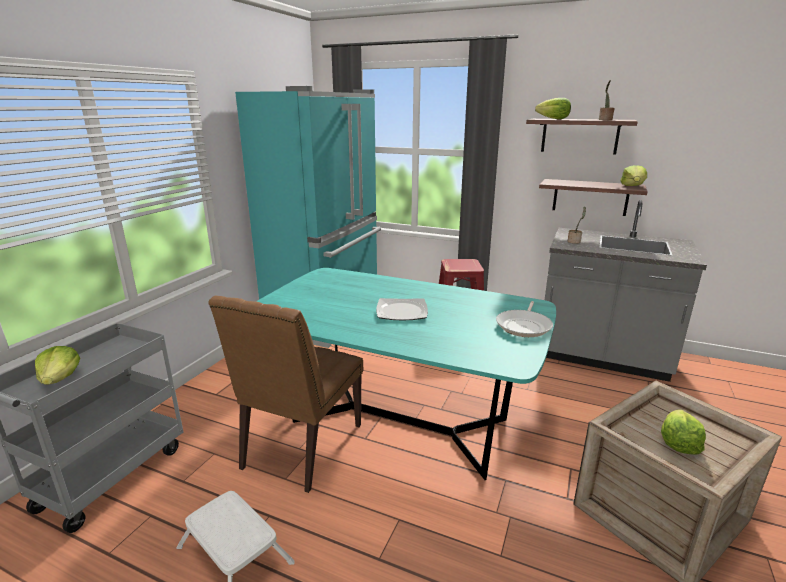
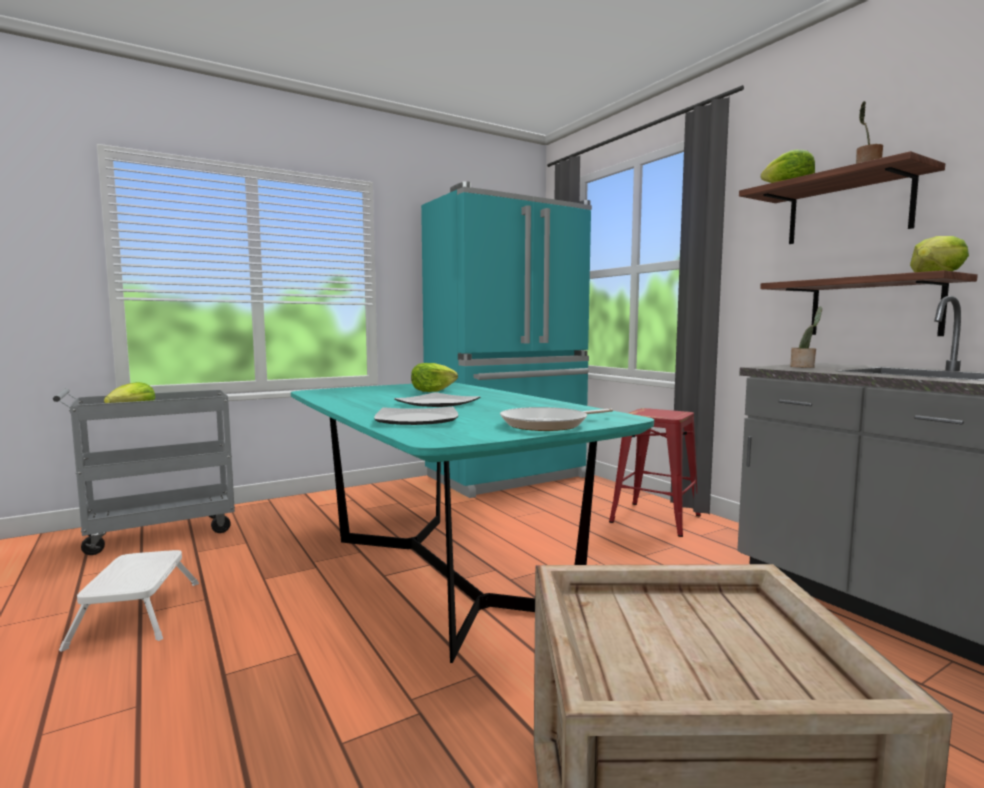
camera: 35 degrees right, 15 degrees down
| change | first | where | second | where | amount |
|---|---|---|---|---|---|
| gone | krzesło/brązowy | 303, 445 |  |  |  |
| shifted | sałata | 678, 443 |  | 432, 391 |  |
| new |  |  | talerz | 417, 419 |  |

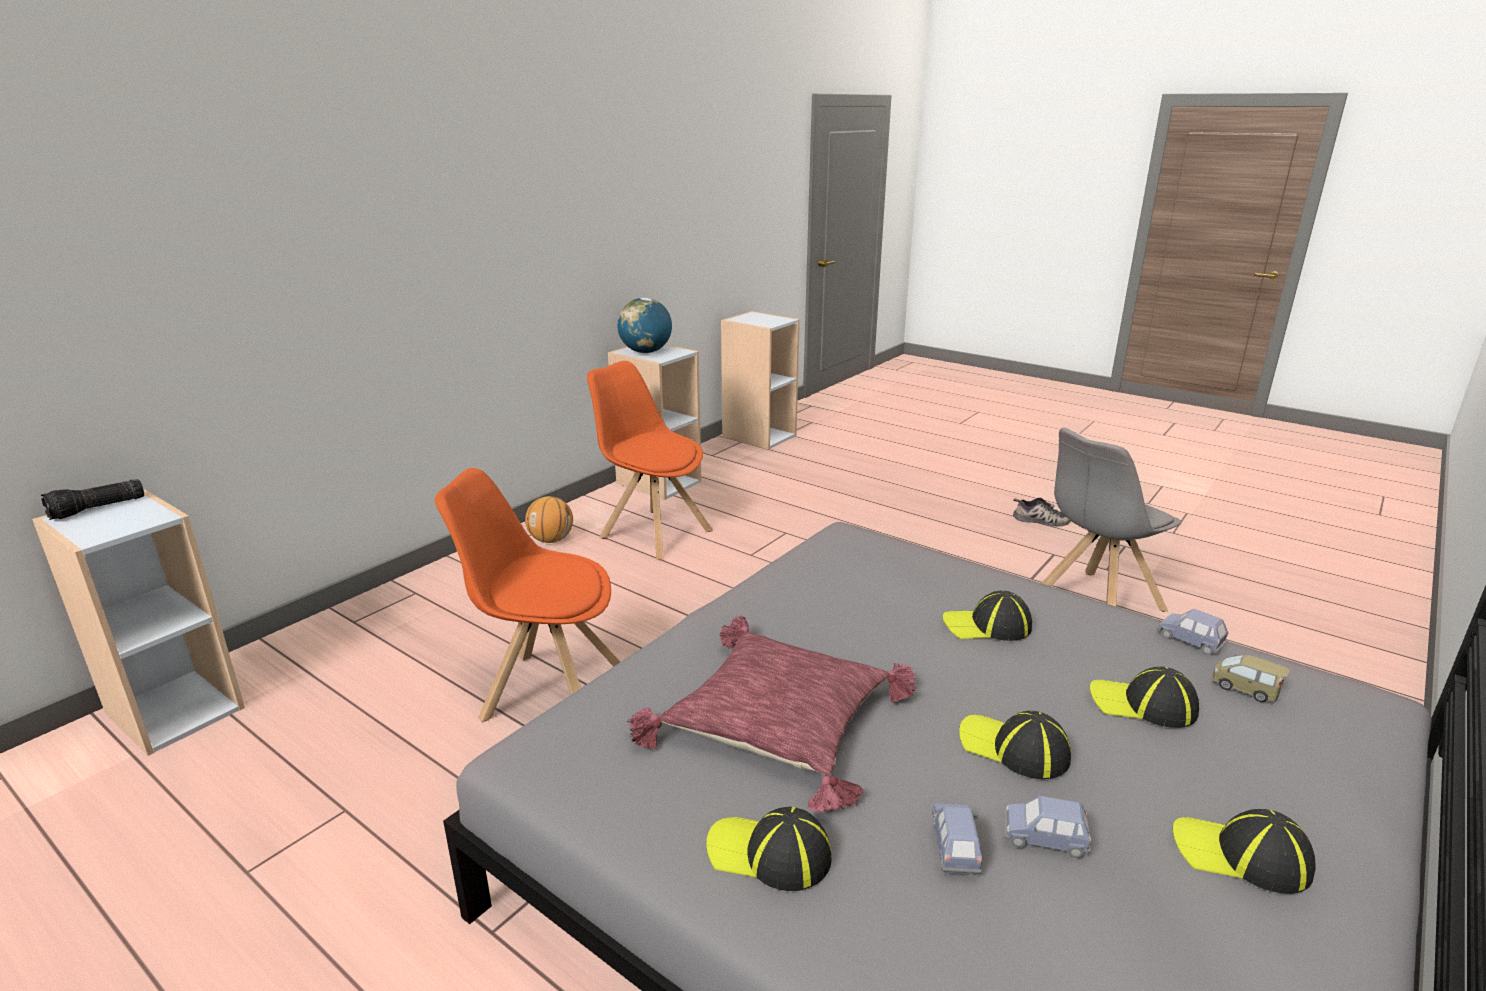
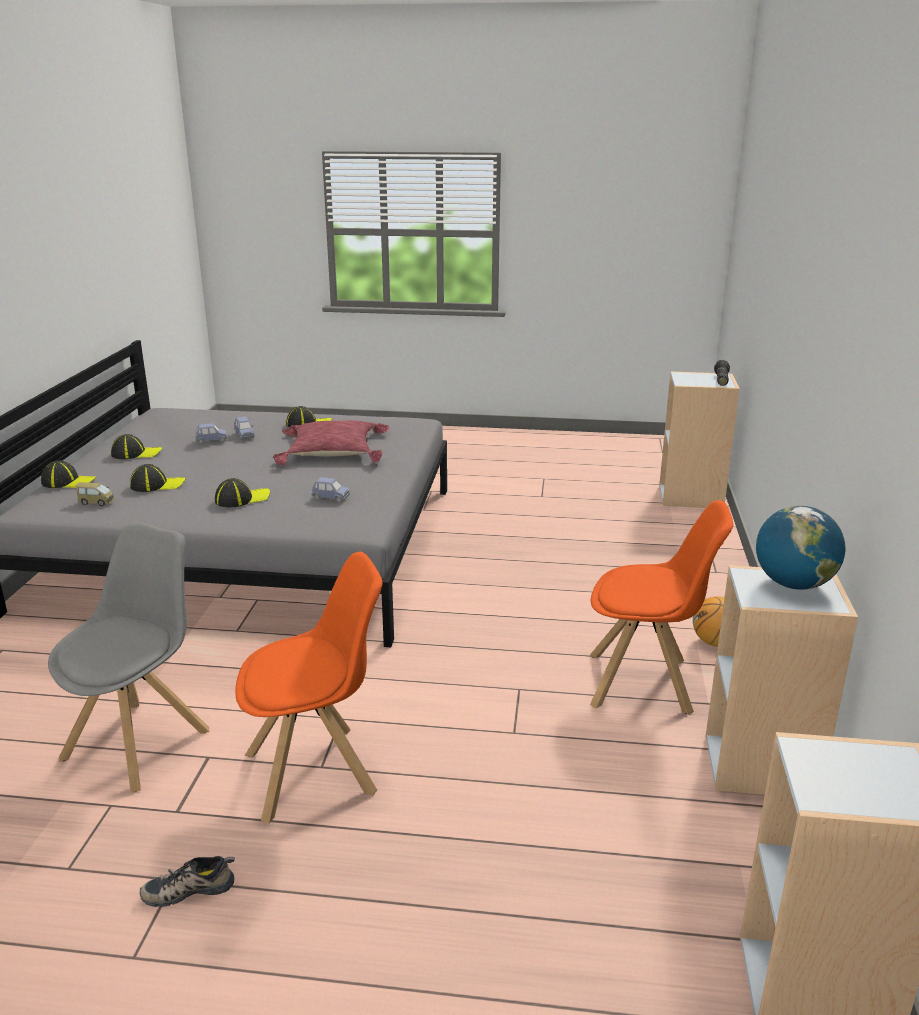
camera: 150 degrees right, 0 degrees up
| change | first | where | second | where | amount |
|---|---|---|---|---|---|
| shifted | krzesło/pomarańczowy | 546, 690 |  | 316, 771 |  |
| shifted | samochodzik/niebieski | 1190, 641 |  | 331, 498 |  |
| shifted | czapka z daszkiem | 1014, 748 |  | 68, 482 |  |

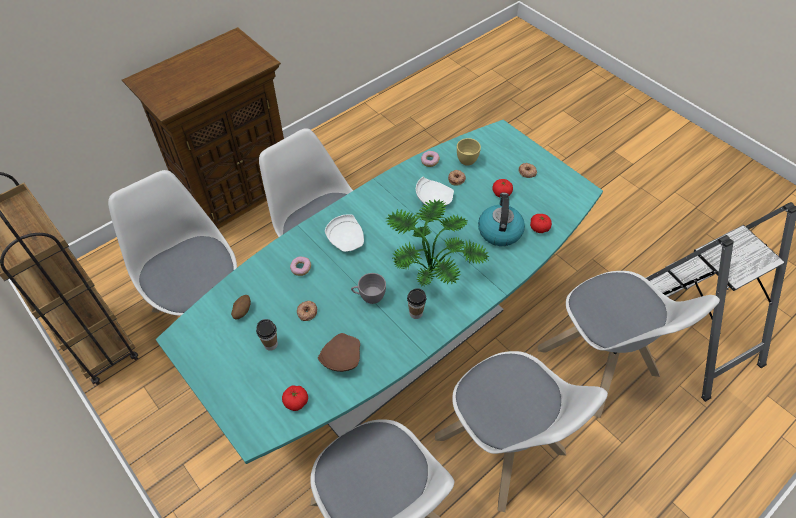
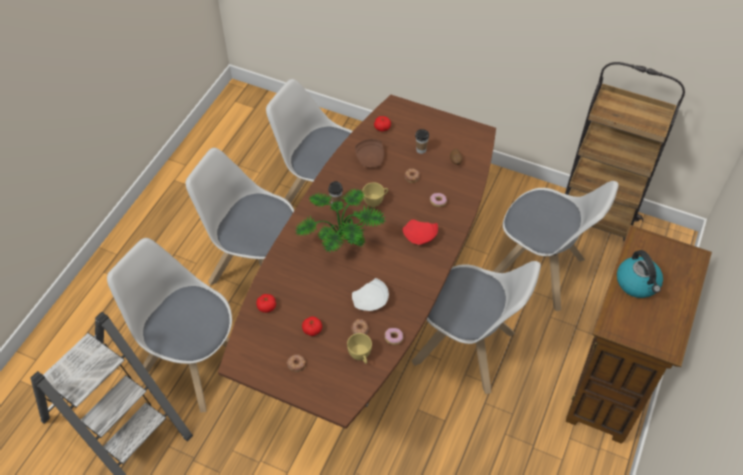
camera: 155 degrees right, 0 degrees up
| change | first | where | second | where | amount |
|---|---|---|---|---|---|
| repainted | stół jadalny/turkusowy | 397, 342 | stół jadalny/brązowy | 371, 311 |  |
| shifted | czajnik | 499, 231 |  | 637, 283 |  |
| repainted | talerz/biały | 347, 239 | talerz/czerwony | 420, 237 |  |
| repainted | filiżanka/szary | 369, 297 | filiżanka/żółty | 375, 201 |  |

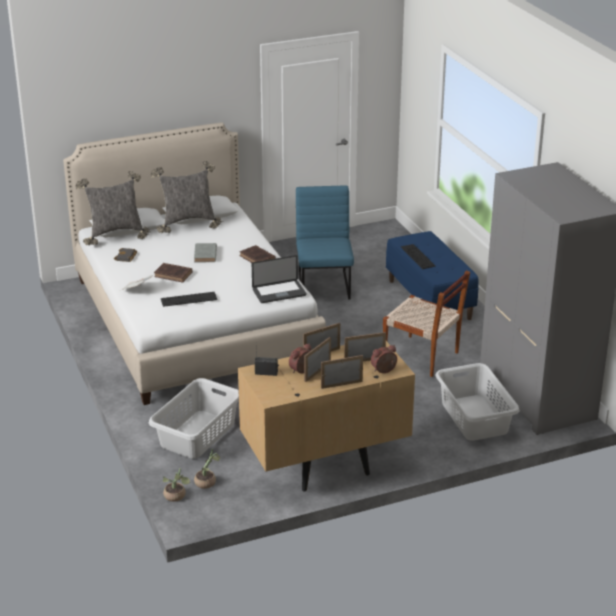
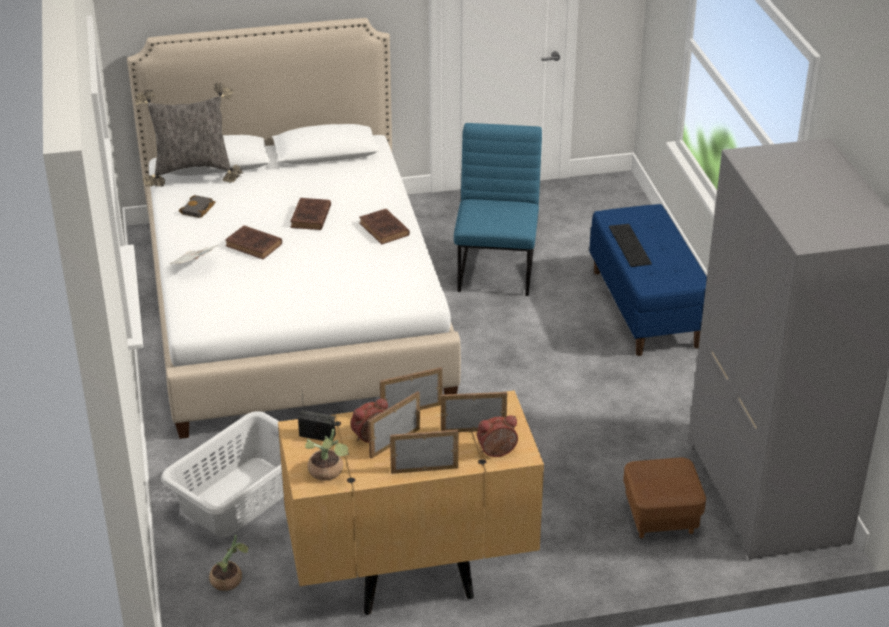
camera: 10 degrees right, 5 degrees up
| change | first | where | second | where | amount |
|---|---|---|---|---|---|
| gone | poduszka | 187, 227 |  |  |  |
| repainted | książka/szary | 205, 255 | książka/brązowy | 310, 218 |  |
| gone | laptop | 279, 293 |  |  |  |
| gone | krzesło | 422, 357 |  |  |  |
| gone | klawiatura | 189, 299 |  |  |  |
| swapped | kosz na pranie/szary | 474, 417 | pufa/brązowy | 661, 517 |  |
| shifted | roślina doniczkowa | 176, 497 |  | 328, 473 |  |

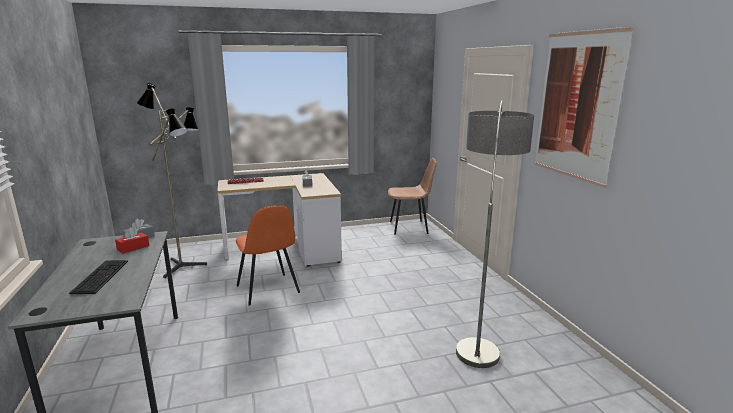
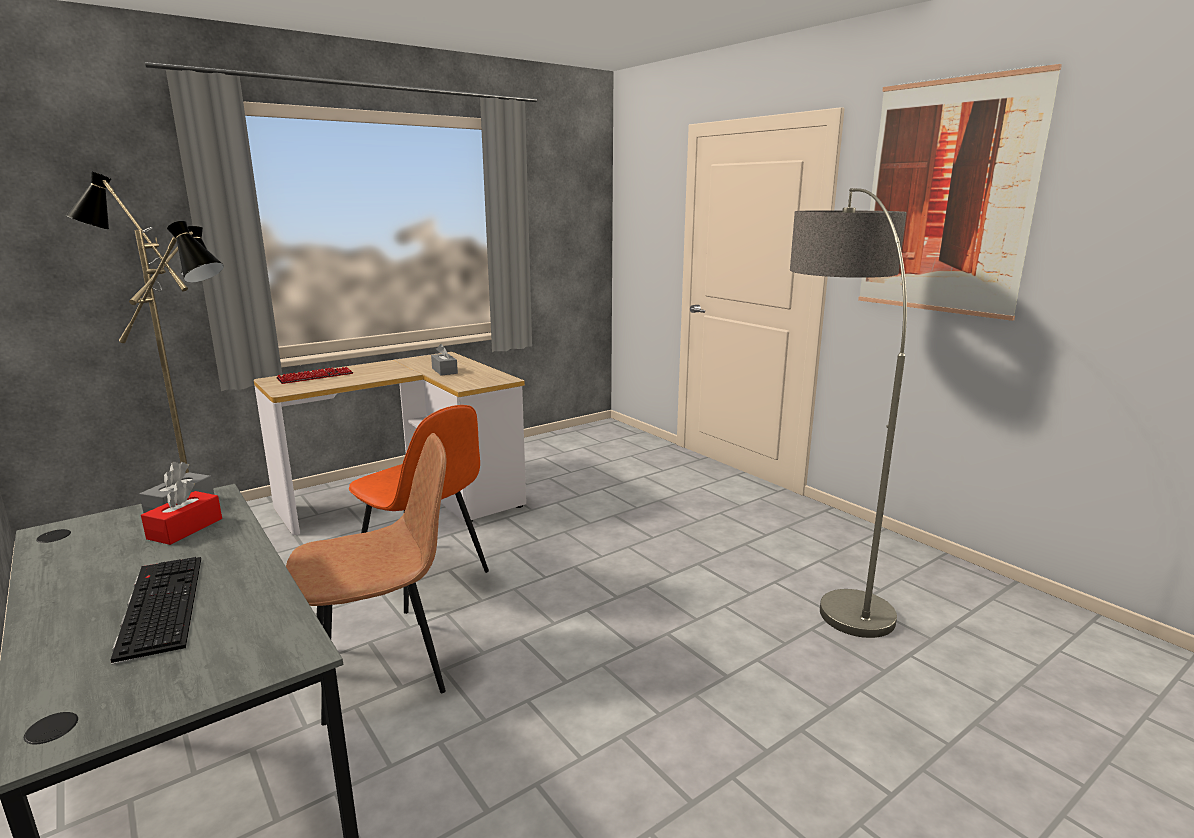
camera: 20 degrees left, 0 degrees up
| change | first | where | second | where | amount |
|---|---|---|---|---|---|
| shifted | krzesło/brązowy | 410, 227 |  | 382, 668 |  |

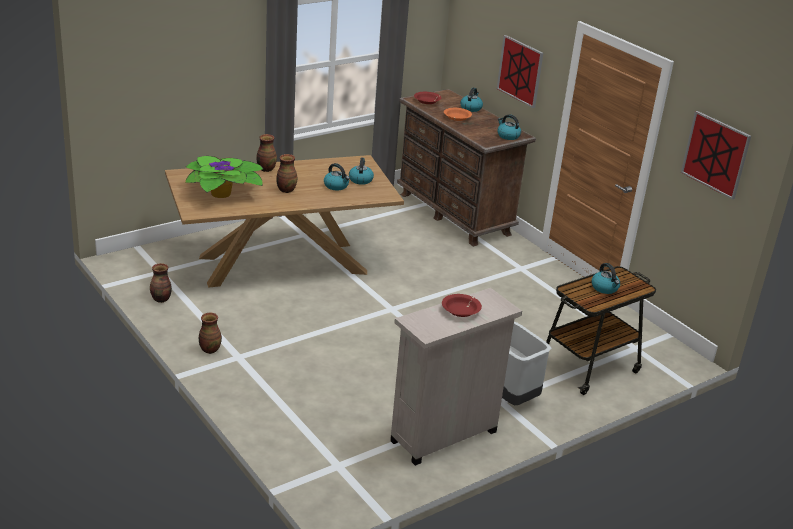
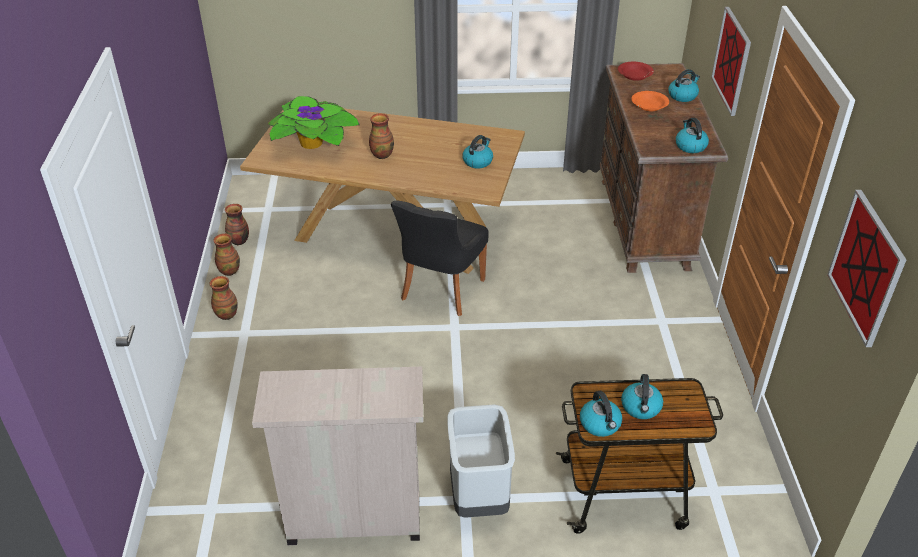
camera: 35 degrees right, 10 degrees up
| change | first | where | second | where | amount |
|---|---|---|---|---|---|
| shifted | wazon | 266, 169 |  | 229, 271 |  |
| shifted | czajnik | 336, 186 |  | 600, 424 |  |
| gone | miska/czerwony | 461, 311 |  |  |  |
| new |  |  | krzesło/czarny | 440, 291 |  |

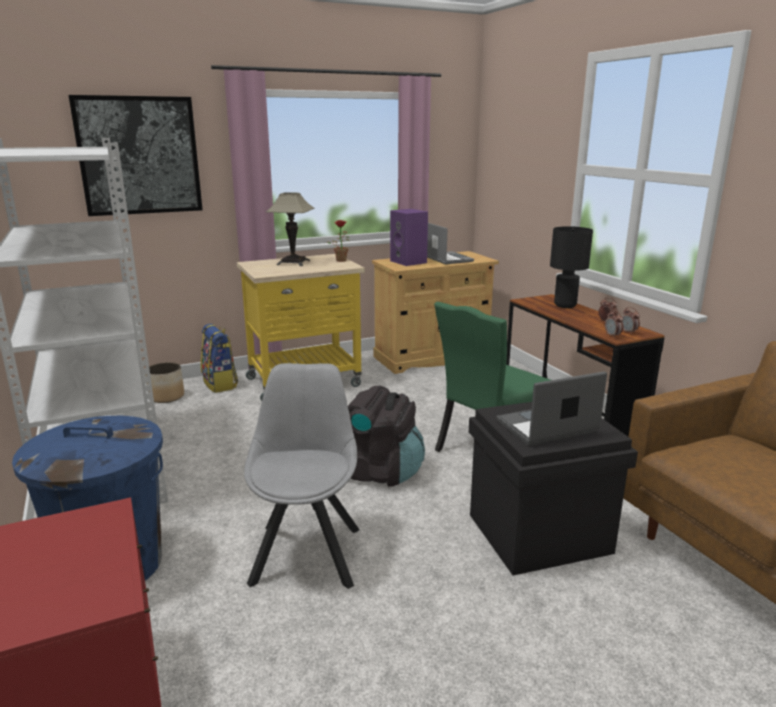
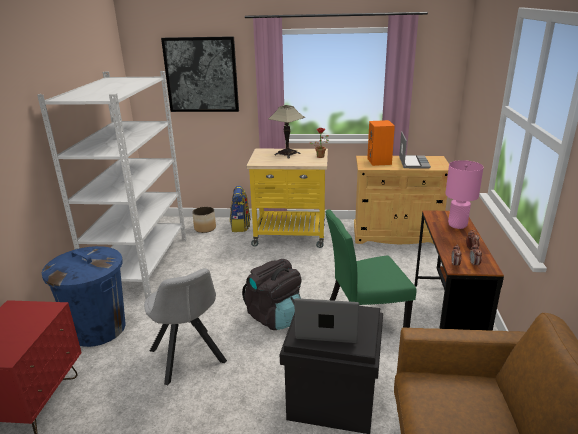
camera: 30 degrees right, 5 degrees up
| change | first | where | second | where | amount |
|---|---|---|---|---|---|
| repainted | głośnik/fioletowy | 409, 262 | głośnik/pomarańczowy | 380, 161 |  |
| repainted | lampa stołowa/czarny | 565, 307 | lampa stołowa/różowy | 457, 226 |  |
| rotated | krzesło/szary | 307, 553 |  | 188, 357 | 120 degrees clockwise |

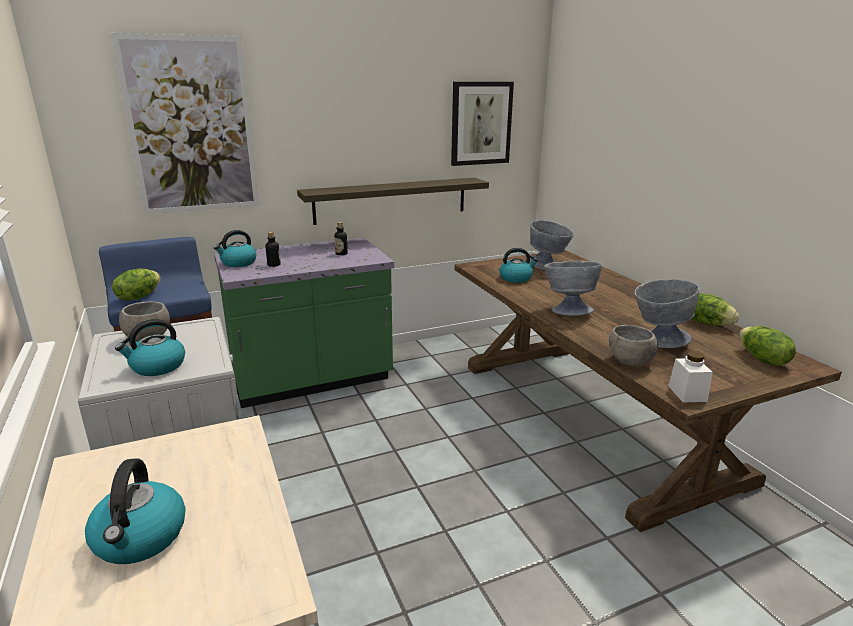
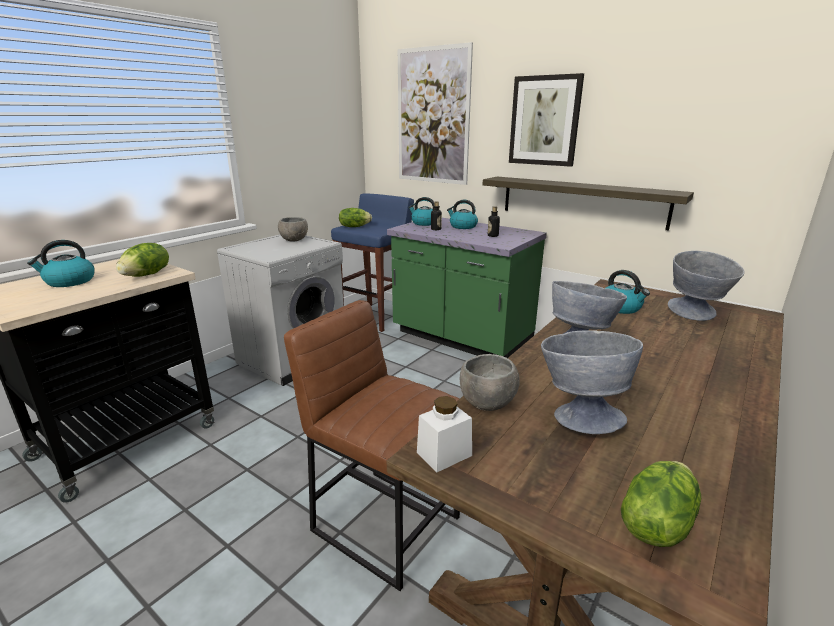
camera: 60 degrees right, 0 degrees up
| change | first | where | second | where | amount |
|---|---|---|---|---|---|
| shifted | obraz | 481, 123 |  | 544, 121 |  |
| shifted | sałata | 706, 323 |  | 147, 275 |  |
| shifted | czajnik | 157, 366 |  | 462, 226 |  |
| new |  |  | krzesło/brązowy | 384, 522 |  |

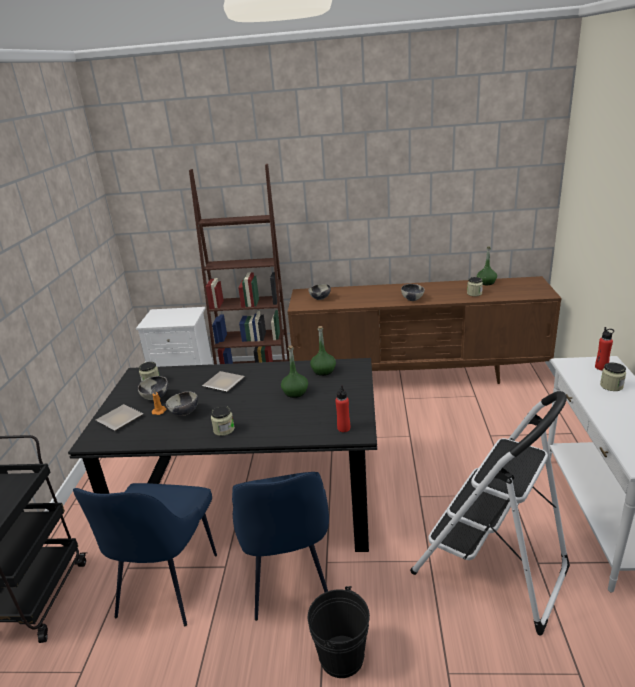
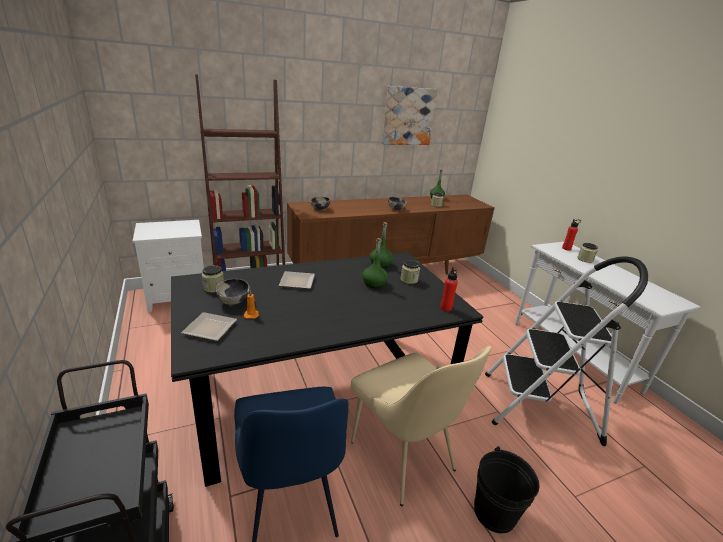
camera: 30 degrees left, 0 degrees up
| change | first | where | second | where | amount |
|---|---|---|---|---|---|
| gone | miska | 184, 413 |  |  |  |
| shifted | słoik | 224, 429 |  | 409, 280 |  |
| repainted | krzesło/niebieski | 289, 577 | krzesło/beżowy | 403, 456 |  |
| new |  |  | obraz | 408, 116 |  |

